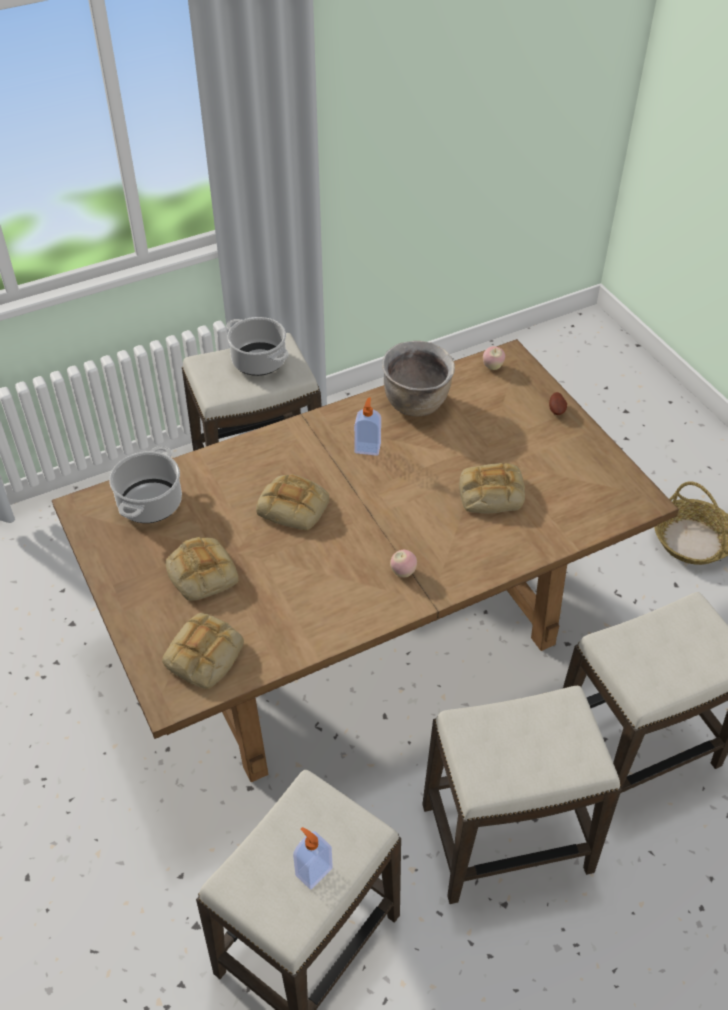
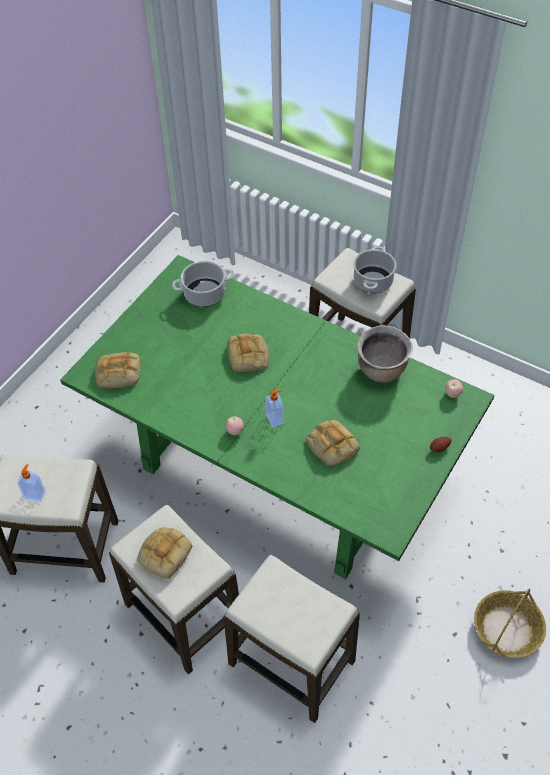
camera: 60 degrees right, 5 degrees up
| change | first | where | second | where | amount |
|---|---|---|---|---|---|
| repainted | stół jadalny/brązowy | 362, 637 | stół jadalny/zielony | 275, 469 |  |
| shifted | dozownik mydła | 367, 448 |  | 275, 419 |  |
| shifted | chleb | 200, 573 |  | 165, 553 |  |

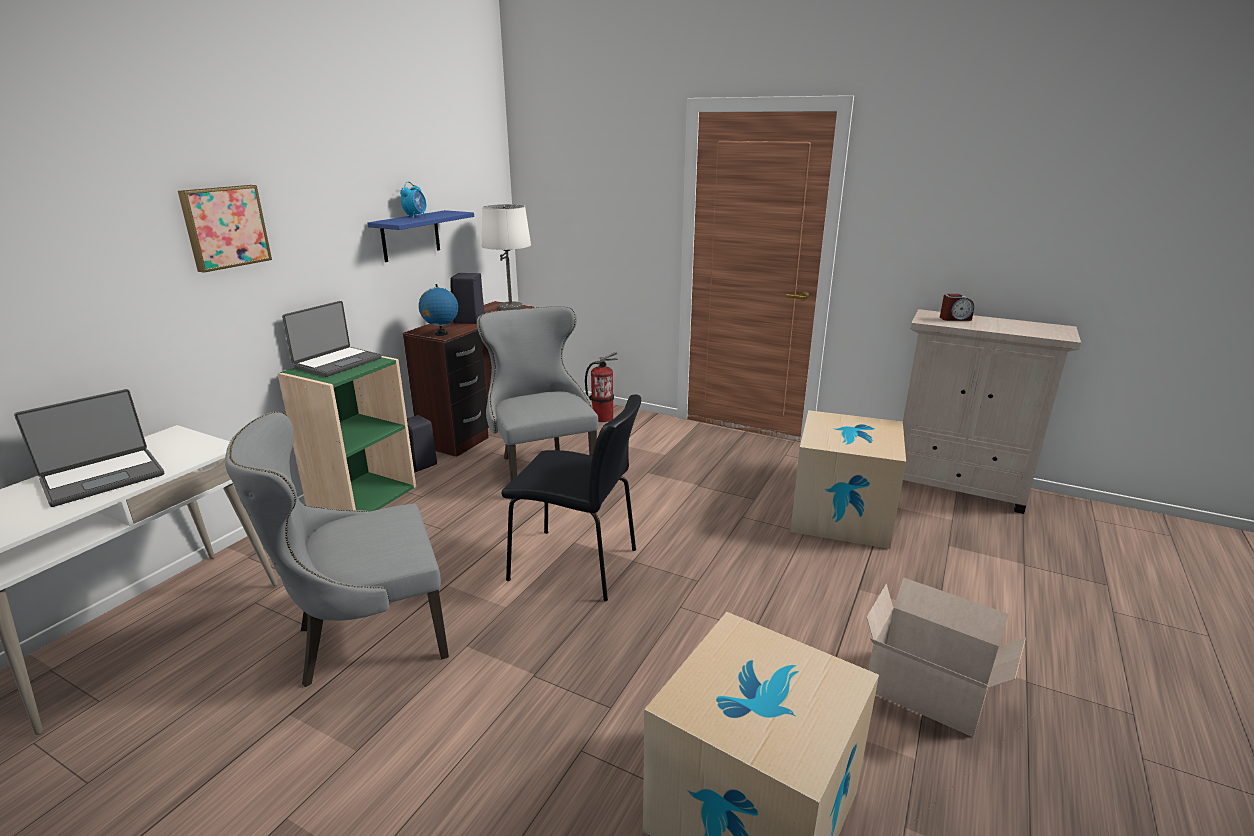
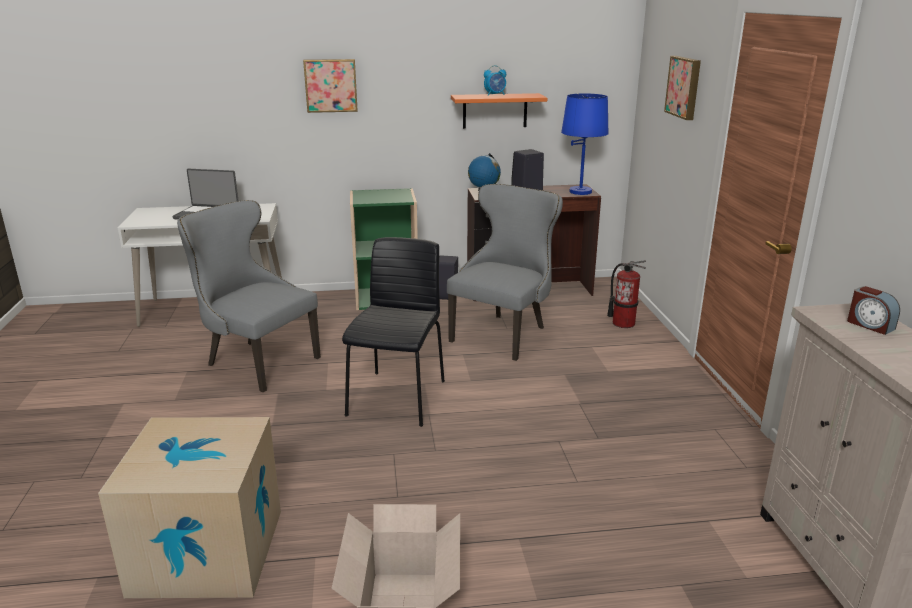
camera: 55 degrees right, 0 degrees up
| change | first | where | second | where | amount |
|---|---|---|---|---|---|
| repainted | lampa stołowa/biały | 510, 307 | lampa stołowa/niebieski | 580, 192 |  |
| repainted | półka/niebieski | 410, 236 | półka/pomarańczowy | 495, 111 |  |
| gone | laptop | 337, 363 |  |  |  |
| rotated | krzesło/czarny | 578, 565 |  | 398, 396 | 150 degrees counterclockwise |
| gone | karton | 841, 516 |  |  |  |
| new |  |  | obraz | 684, 87 |  |

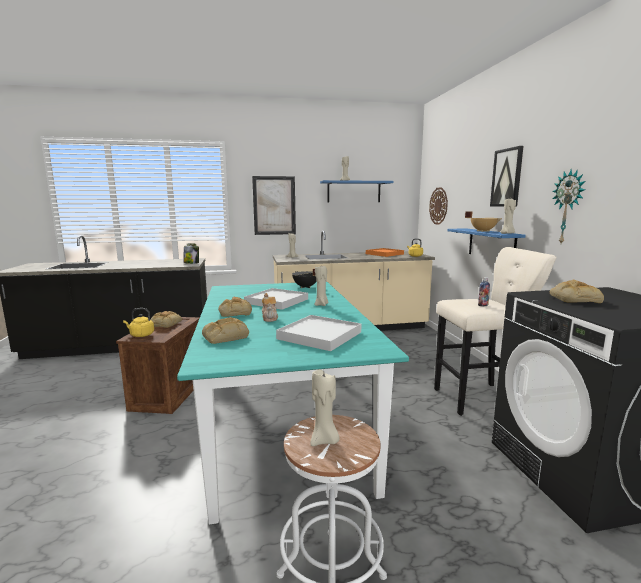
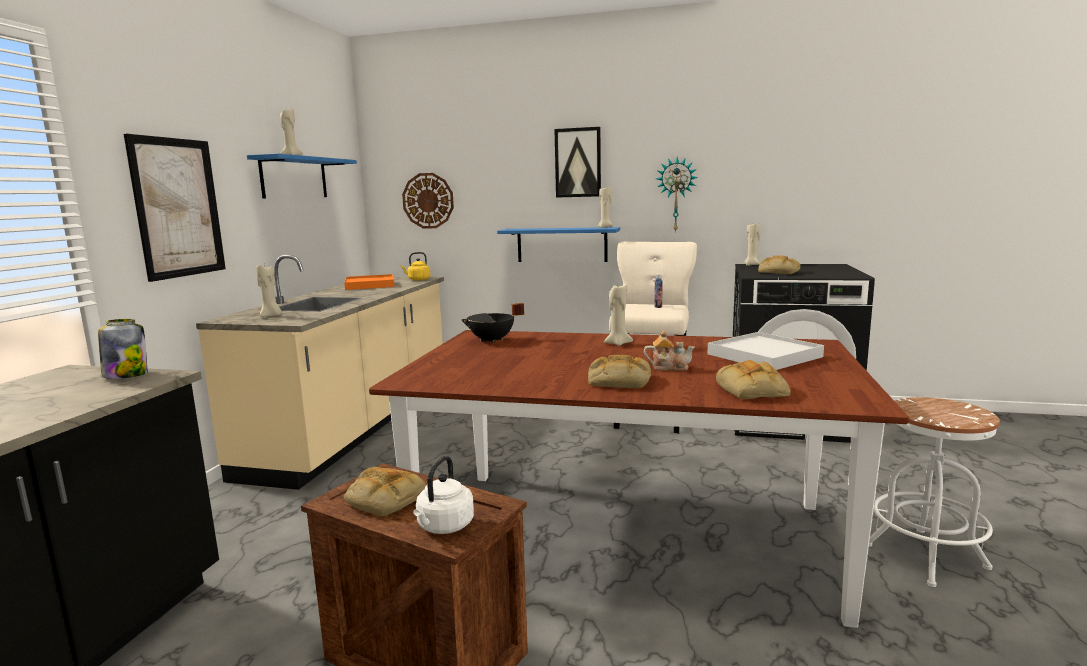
camera: 65 degrees left, 0 degrees up
| change | first | where | second | where | amount |
|---|---|---|---|---|---|
| gone | garnek/beżowy | 483, 231 |  |  |  |
| repainted | stół jadalny/turkusowy | 282, 420 | stół jadalny/brązowy | 626, 536 |  |
| gone | taca/biały | 276, 301 |  |  |  |
| repainted | czajnik/żółty | 141, 335 | czajnik/biały | 444, 527 |  |
| shifted | świeca/beżowy | 324, 440 |  | 752, 265 |  |

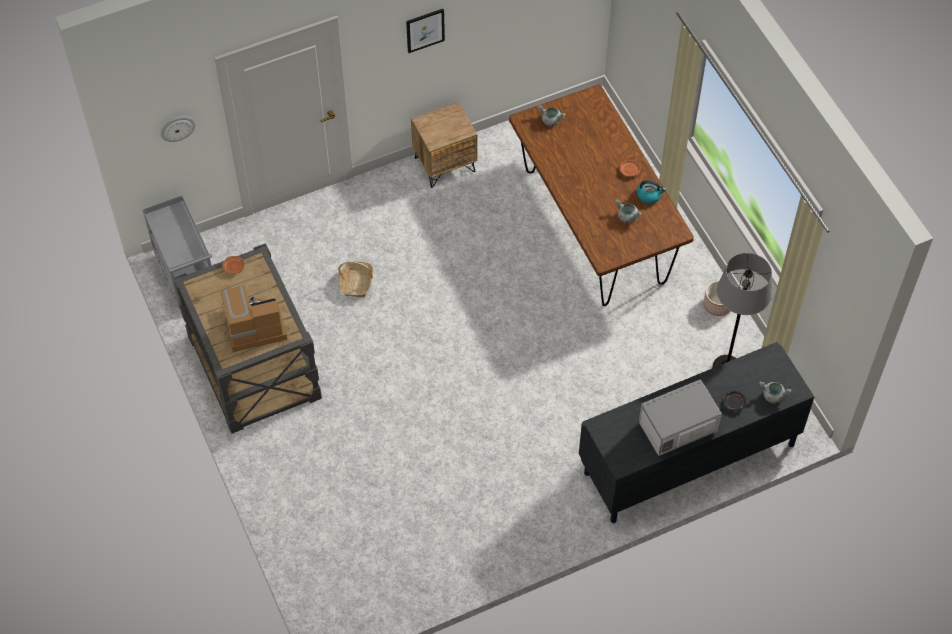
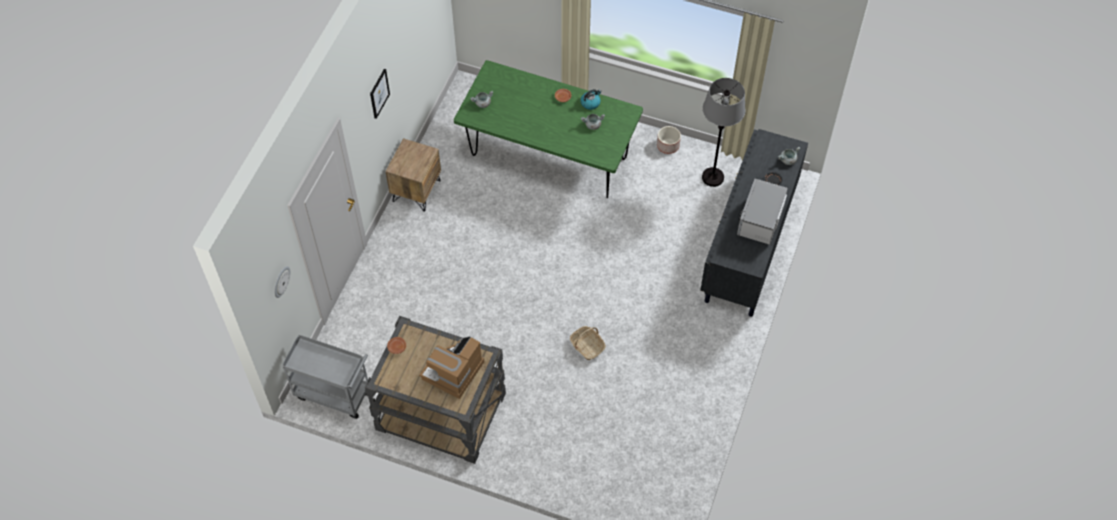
camera: 45 degrees left, 0 degrees up
| change | first | where | second | where | amount |
|---|---|---|---|---|---|
| repainted | stół jadalny/brązowy | 593, 226 | stół jadalny/zielony | 548, 157 |  |
| shifted | koszyk | 357, 283 |  | 587, 346 |  |

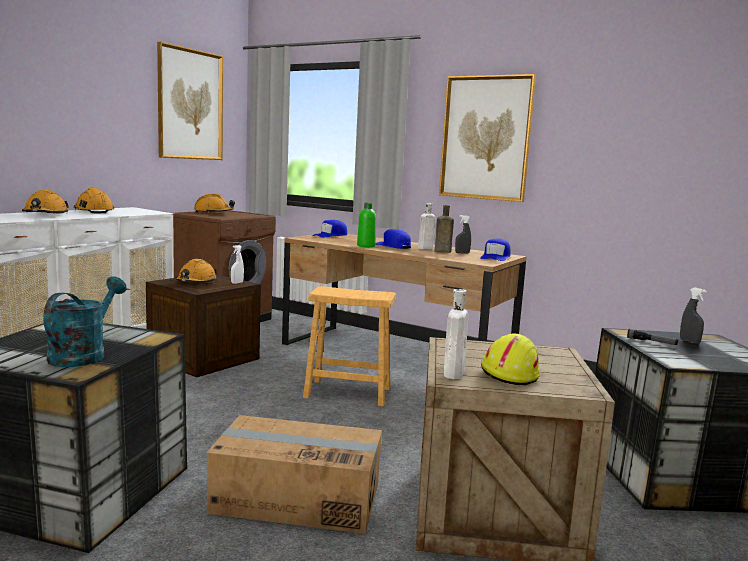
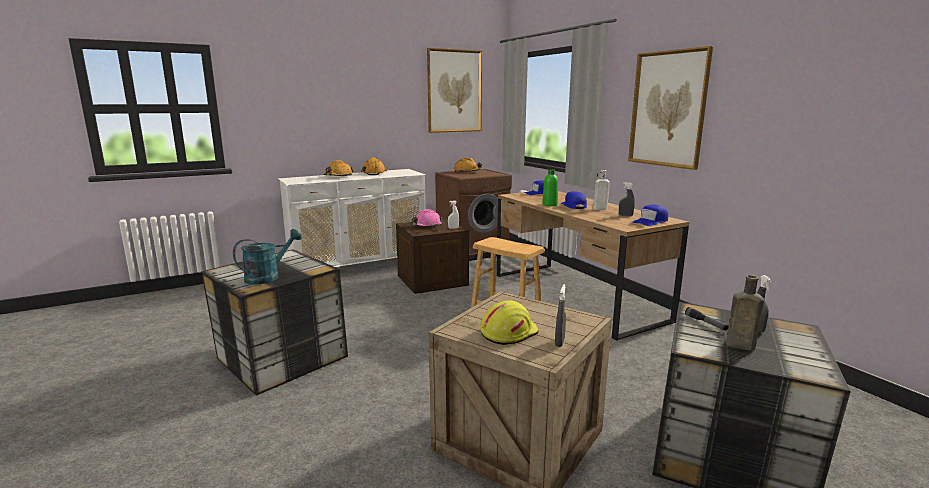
camera: 30 degrees right, 5 degrees up
| change | first | where | second | where | amount |
|---|---|---|---|---|---|
| shifted | butelka/brązowy | 441, 251 |  | 737, 345 |  |
| repainted | kask/pomarańczowy | 196, 282 | kask/różowy | 426, 226 |  |
| gone | butelka/biały | 454, 373 |  |  |  |
| gone | karton | 297, 498 |  |  |  |
| new |  |  | spryskiwacz/szary | 559, 342 |  |

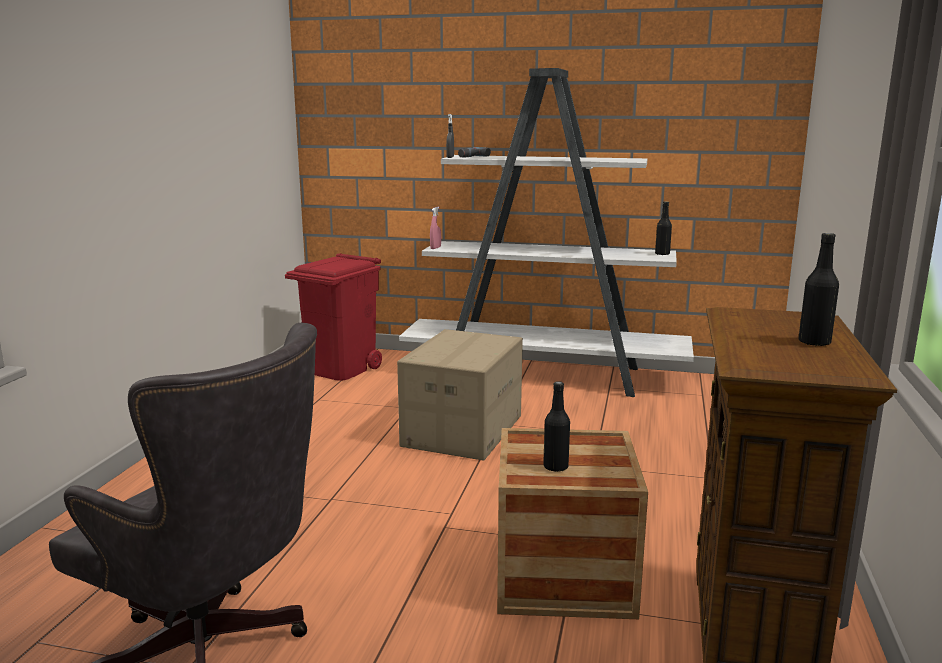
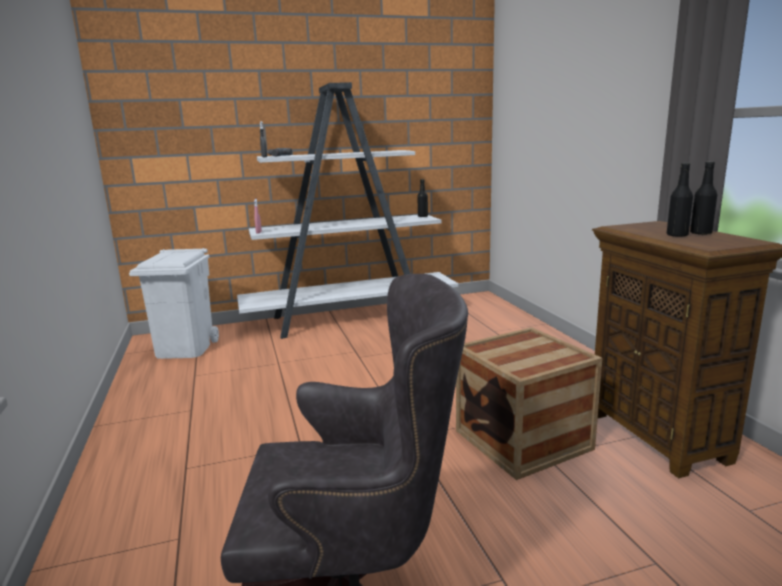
camera: 30 degrees left, 0 degrees up
| change | first | where | second | where | amount |
|---|---|---|---|---|---|
| repainted | kosz na śmieci/czerwony | 340, 369 | kosz na śmieci/biały | 185, 349 |  |
| gone | karton | 462, 430 |  |  |  |
| shifted | butelka/czarny | 555, 467 |  | 677, 235 |  |

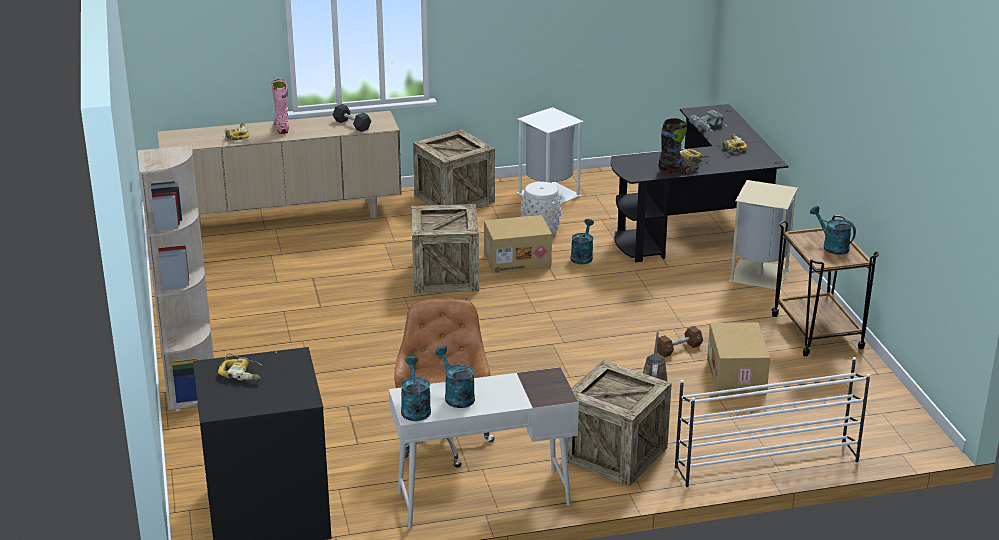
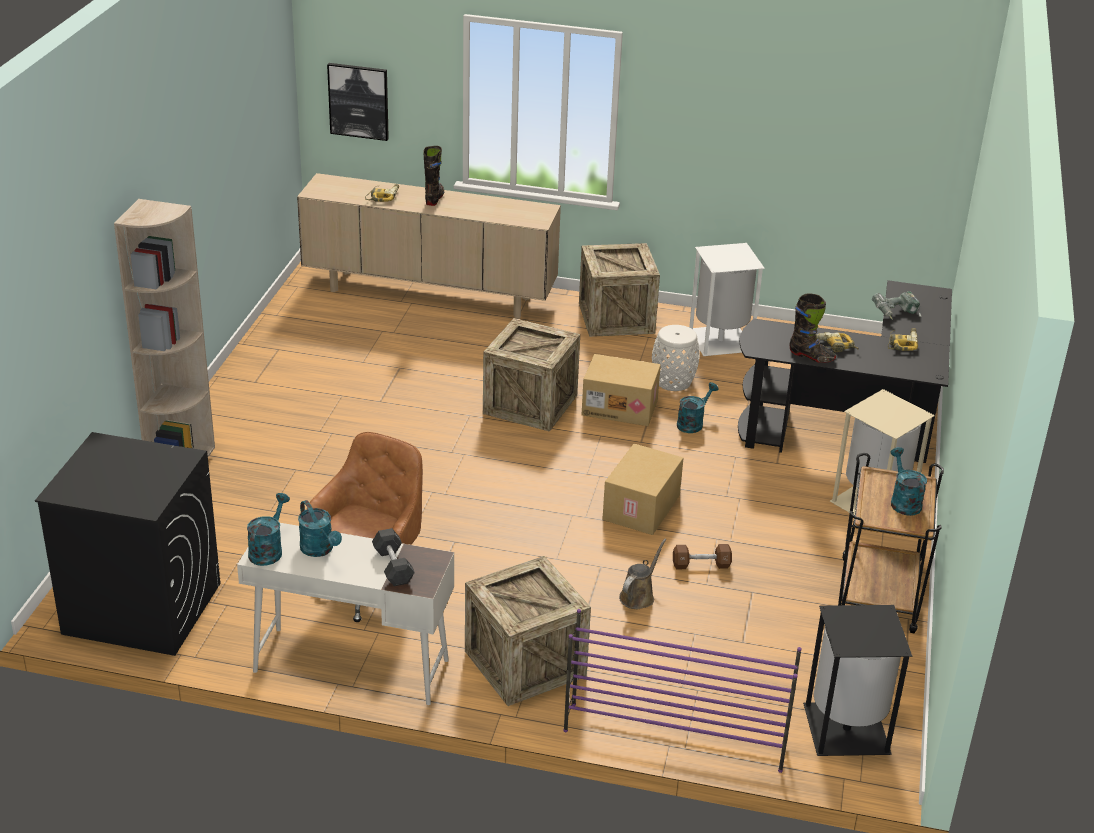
camera: 25 degrees right, 5 degrees up
| change | first | where | second | where | amount |
|---|---|---|---|---|---|
| repainted | but z cholewką/różowy | 281, 128 | but z cholewką/czarny | 434, 198 |  |
| shifted | hantel/czarny | 352, 125 |  | 393, 566 |  |
| shifted | karton | 737, 377 |  | 642, 508 |  |
| rotated | konewka/turkusowy | 456, 396 |  | 320, 550 | 150 degrees clockwise |
| gone | wiertarka | 242, 373 |  |  |  |
| repainted | regał na buty/biały | 765, 466 | regał na buty/fioletowy | 673, 736 |  |
| new |  |  | obraz | 359, 101 |  |
| new |  |  | kosz na śmieci/czarny | 845, 730 |  |

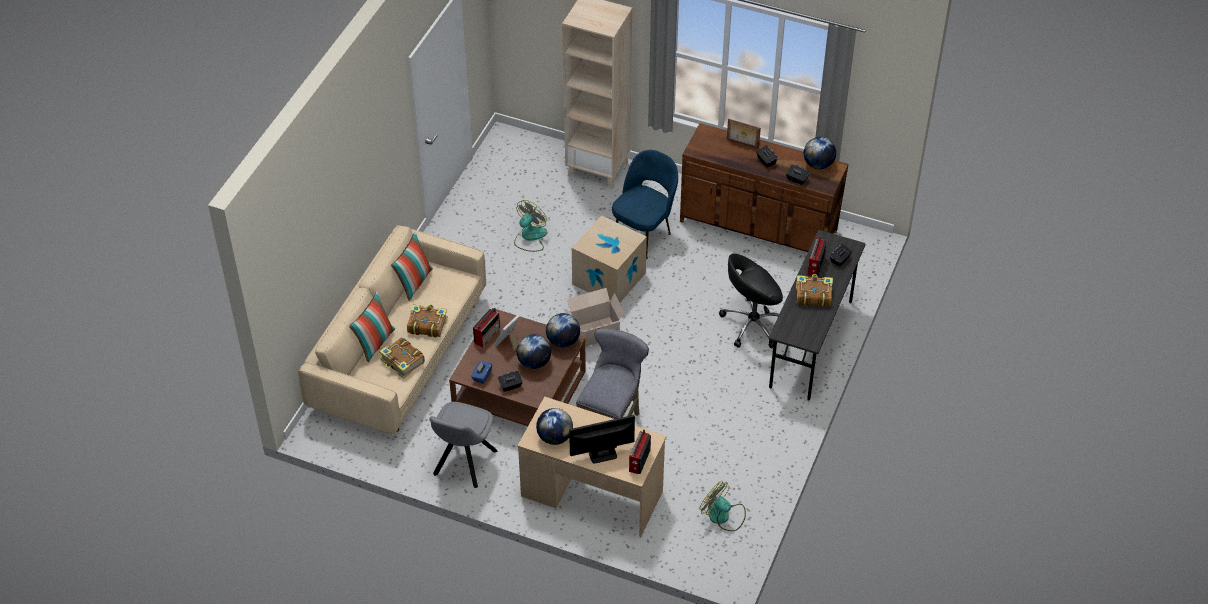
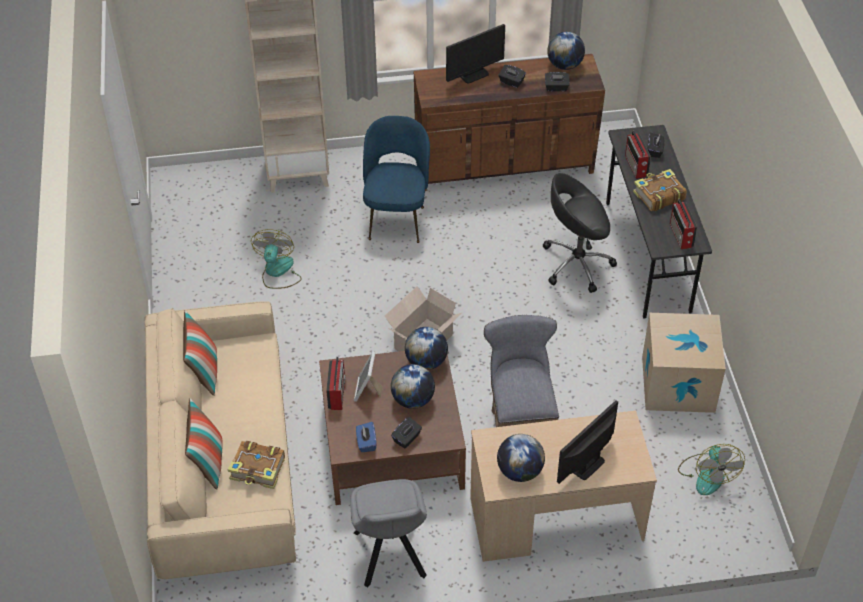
camera: 30 degrees left, 0 degrees up
| change | first | where | second | where | amount |
|---|---|---|---|---|---|
| swapped | ramka na zdjęcie | 742, 144 | monitor | 473, 74 |  |
| shifted | karton | 609, 278 |  | 678, 384 |  |
| rotated | krzesło biurowe/czarny | 750, 325 |  | 575, 264 | 45 degrees clockwise |
| gone | książka | 426, 325 |  |  |  |
| shifted | radio | 639, 461 |  | 681, 236 |  |
| rotated | wentylator | 723, 516 |  | 707, 474 | 105 degrees counterclockwise |

